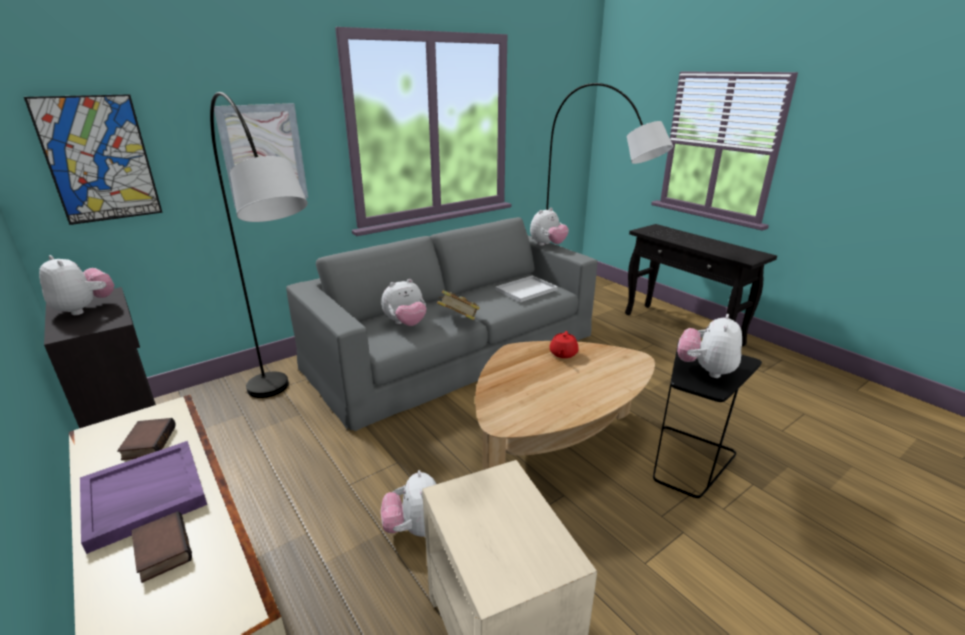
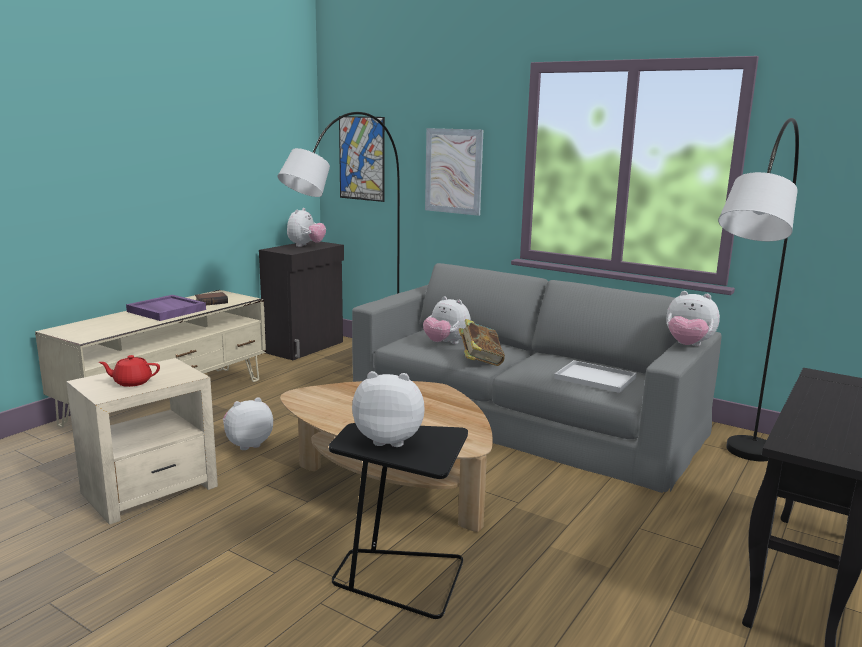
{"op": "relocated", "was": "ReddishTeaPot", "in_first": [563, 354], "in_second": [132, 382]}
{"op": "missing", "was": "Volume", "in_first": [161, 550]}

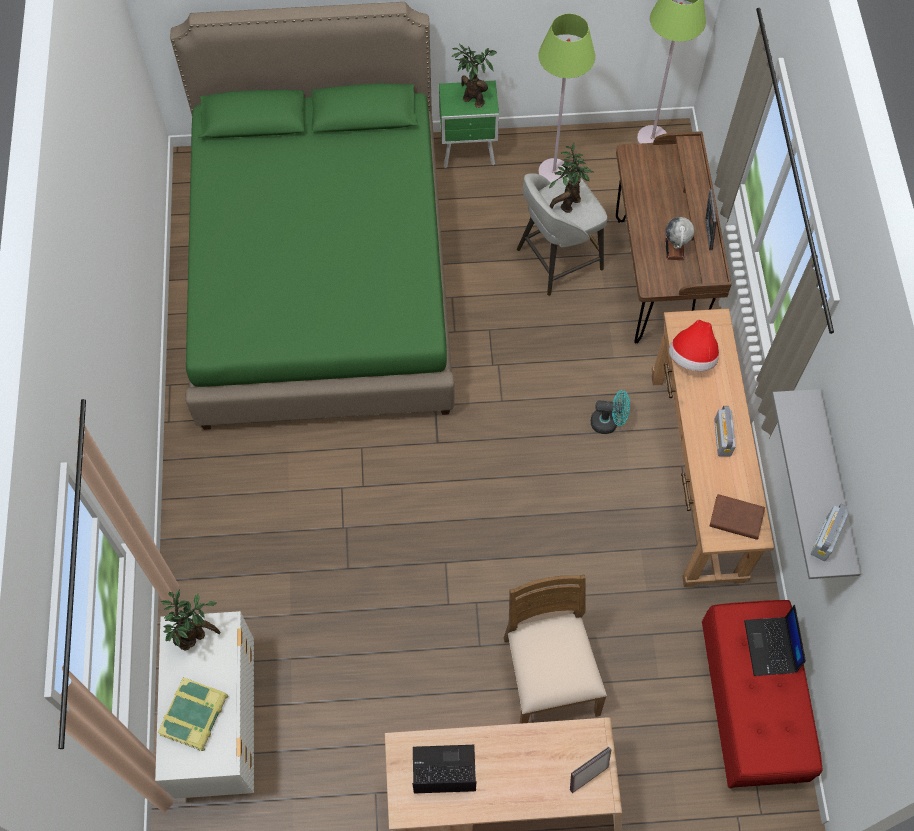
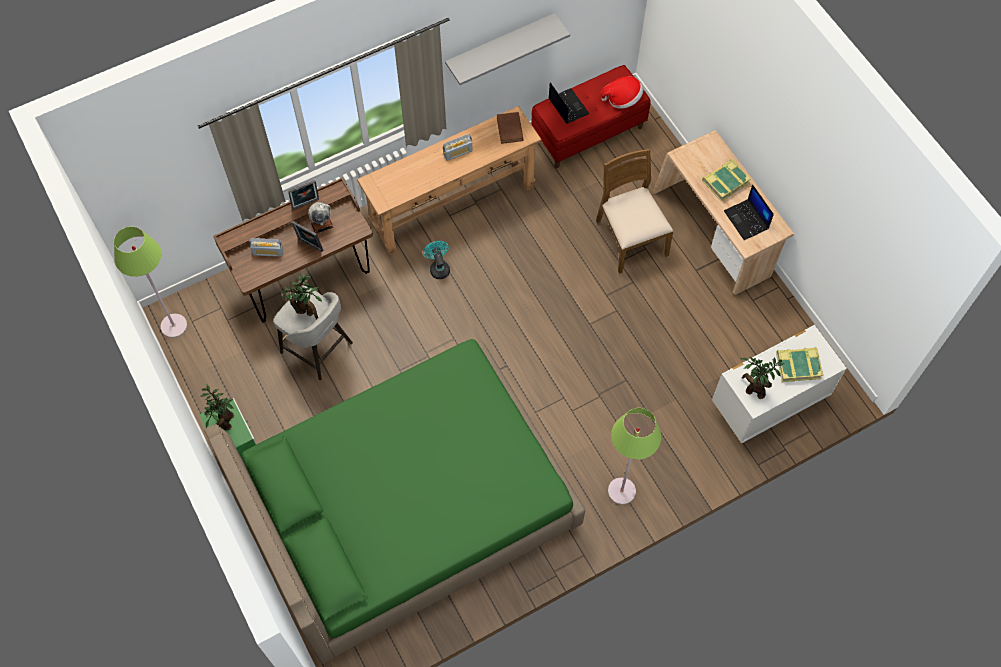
{"op": "relocated", "was": "GreenishStandardLamp", "in_first": [554, 172], "in_second": [621, 491]}
{"op": "relocated", "was": "WearableHat", "in_first": [692, 357], "in_second": [622, 99]}
{"op": "relocated", "was": "RadioSet", "in_first": [826, 538], "in_second": [268, 252]}
{"op": "spun", "was": "BrownColouredPlainChair", "in_first": [548, 675], "in_second": [630, 238], "clockwise": 105}
{"op": "spun", "was": "NotebookComputer", "in_first": [771, 647], "in_second": [567, 106], "clockwise": -90}
{"op": "relocated", "was": "StandingFrame", "in_first": [587, 776], "in_second": [310, 246]}
{"op": "appeared", "now": "Volume", "in_second": [725, 182]}

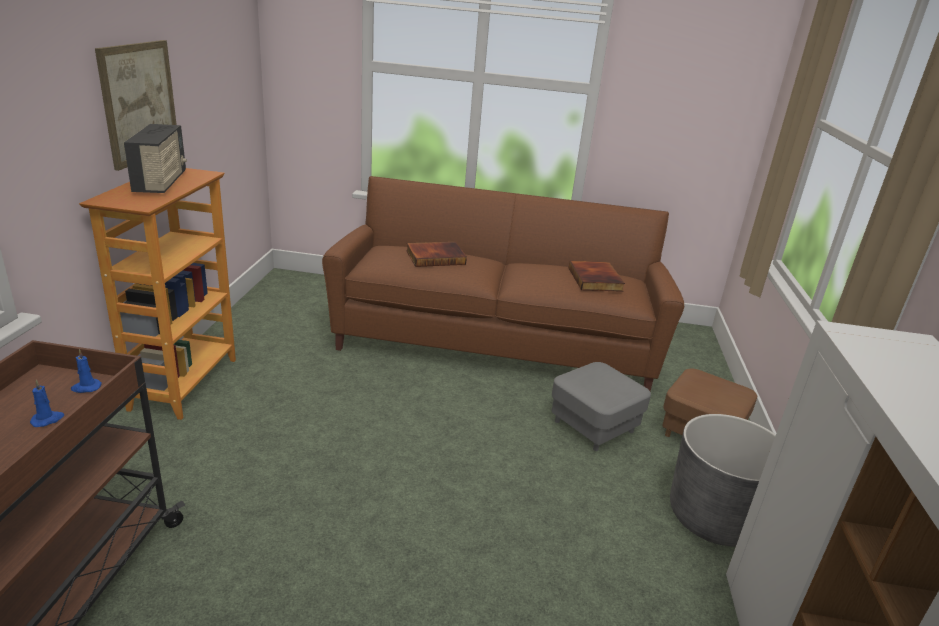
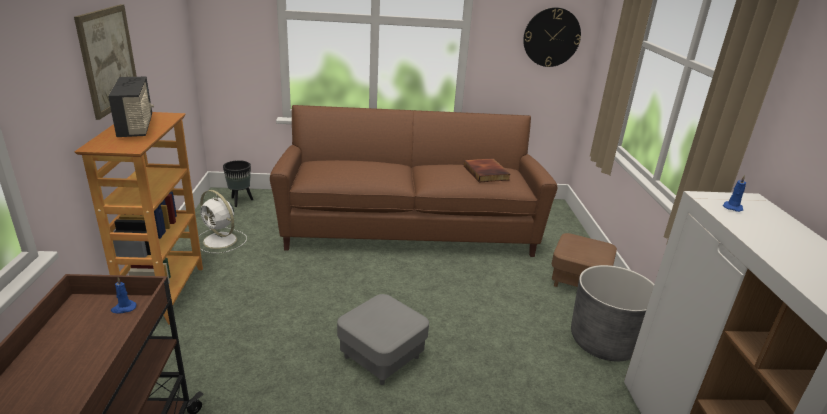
{"op": "missing", "was": "Volume", "in_first": [435, 257]}
{"op": "relocated", "was": "GreyishOttoman", "in_first": [594, 427], "in_second": [381, 357]}
{"op": "relocated", "was": "BluishWaxLight", "in_first": [48, 419], "in_second": [732, 207]}
{"op": "appeared", "now": "HangingClock", "in_second": [551, 37]}
{"op": "appeared", "now": "BlackPlantPot", "in_second": [240, 201]}
{"op": "appeared", "now": "WhitishFan", "in_second": [221, 241]}

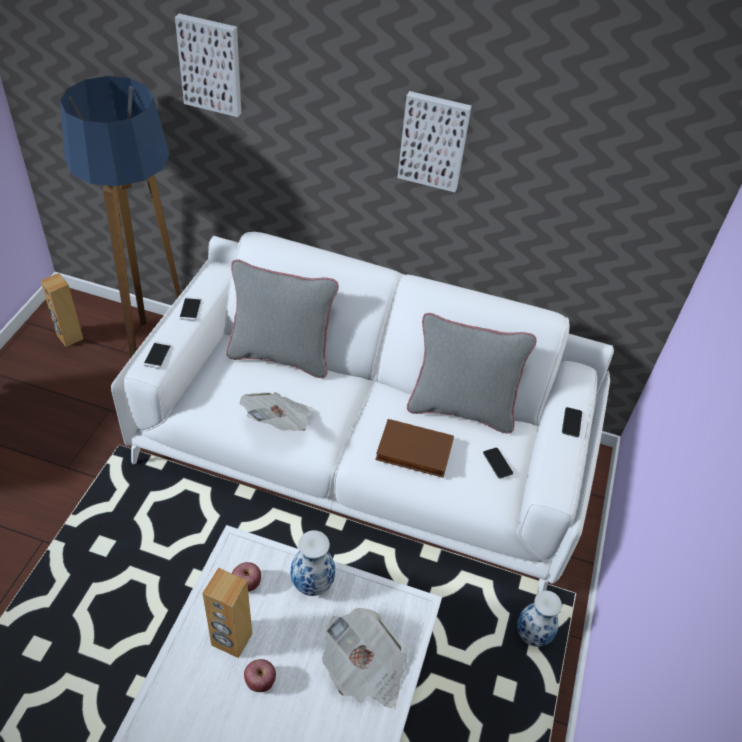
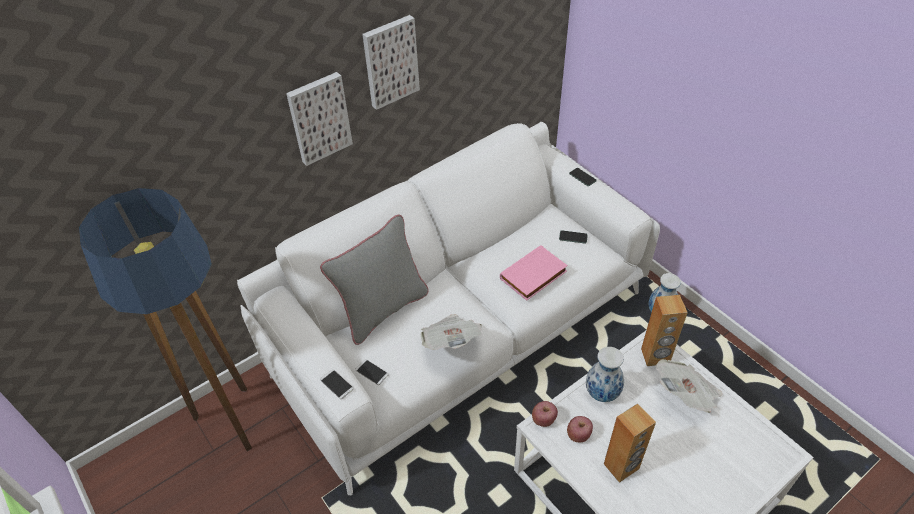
{"op": "relocated", "was": "Picture", "in_first": [211, 64], "in_second": [319, 118]}
{"op": "relocated", "was": "BrownColouredAudioSpeaker", "in_first": [69, 337], "in_second": [655, 356]}
{"op": "relocated", "was": "Phone", "in_first": [190, 309], "in_second": [372, 372]}
{"op": "missing", "was": "GreyishCushion", "in_first": [461, 409]}
{"op": "colour", "was": "BrownColouredVolume", "now": "PinkColouredVolume", "in_first": [413, 452], "in_second": [534, 276]}
{"op": "relocated", "was": "WholeApple", "in_first": [260, 681], "in_second": [543, 419]}

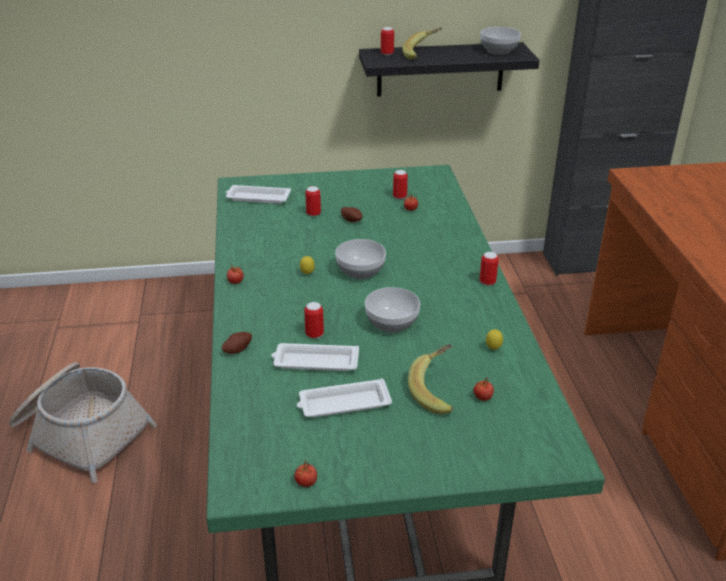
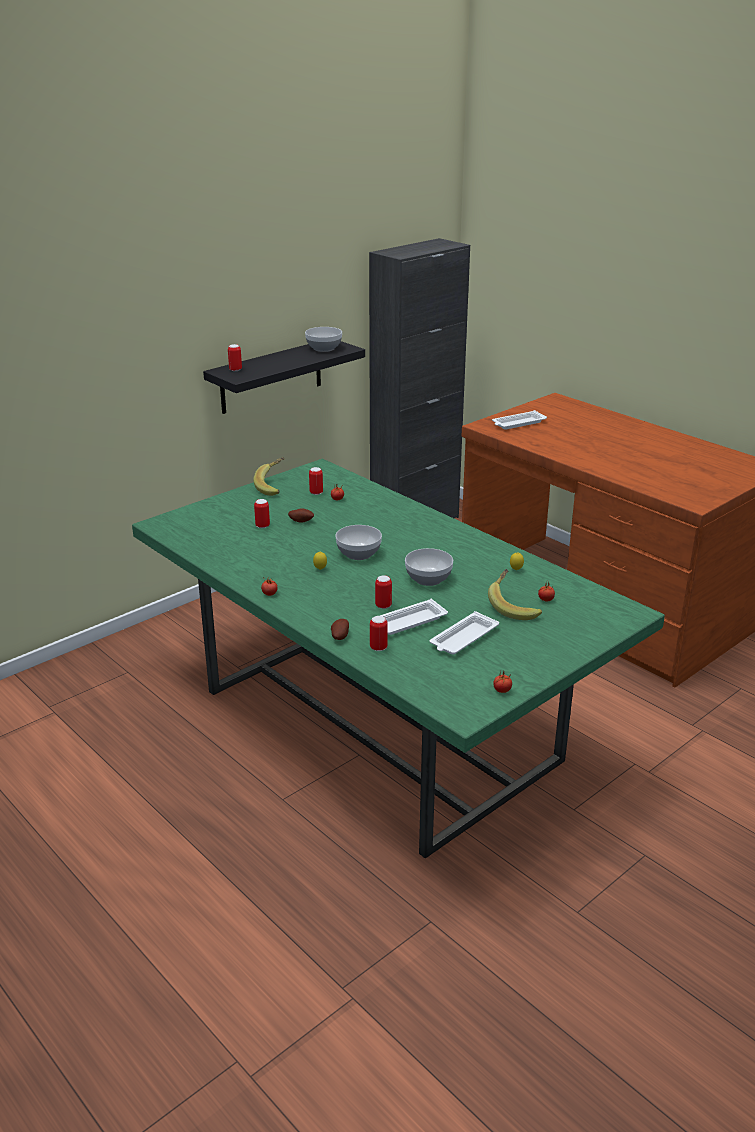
{"op": "relocated", "was": "WholeBanana", "in_first": [422, 54], "in_second": [274, 487]}
{"op": "relocated", "was": "WhitishCarryingTray", "in_first": [257, 198], "in_second": [518, 423]}
{"op": "relocated", "was": "MetalCan", "in_first": [487, 282], "in_second": [378, 647]}
{"op": "missing", "was": "Basket", "in_first": [81, 433]}

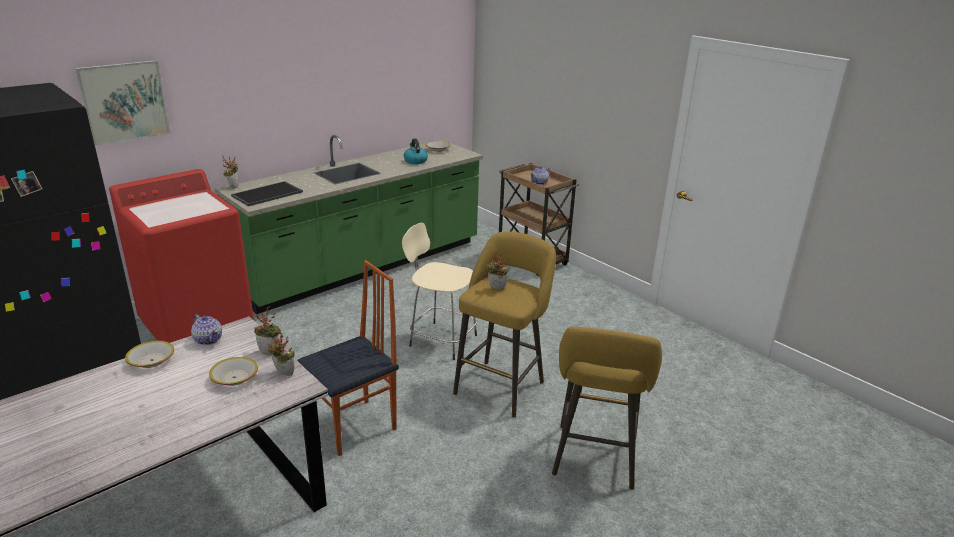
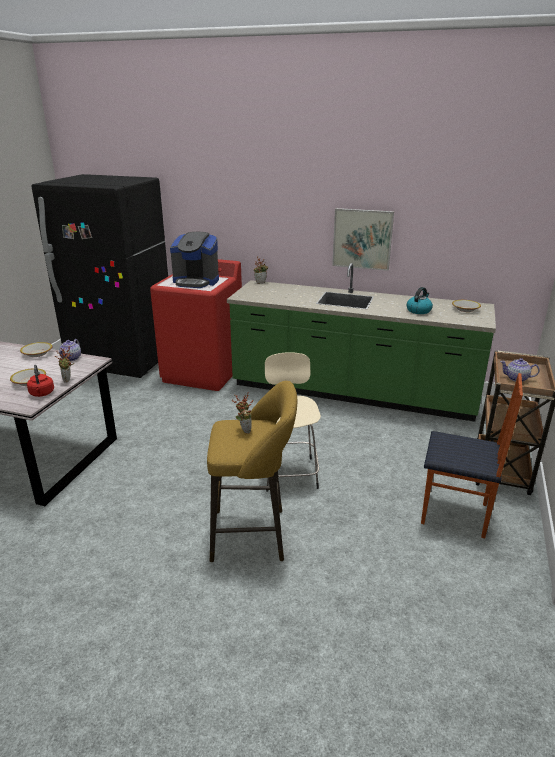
{"op": "relocated", "was": "Picture", "in_first": [124, 102], "in_second": [362, 239]}
{"op": "missing", "was": "CarryingTray", "in_first": [267, 194]}
{"op": "relocated", "was": "PlainChair", "in_first": [355, 427], "in_second": [455, 515]}
{"op": "missing", "was": "YellowishStool", "in_first": [594, 460]}
{"op": "exchanged", "was": "PottedPlant", "now": "ReddishTeaKettle", "in_first": [283, 374], "in_second": [42, 394]}
{"op": "appeared", "now": "CoffeeMachine", "in_second": [196, 281]}

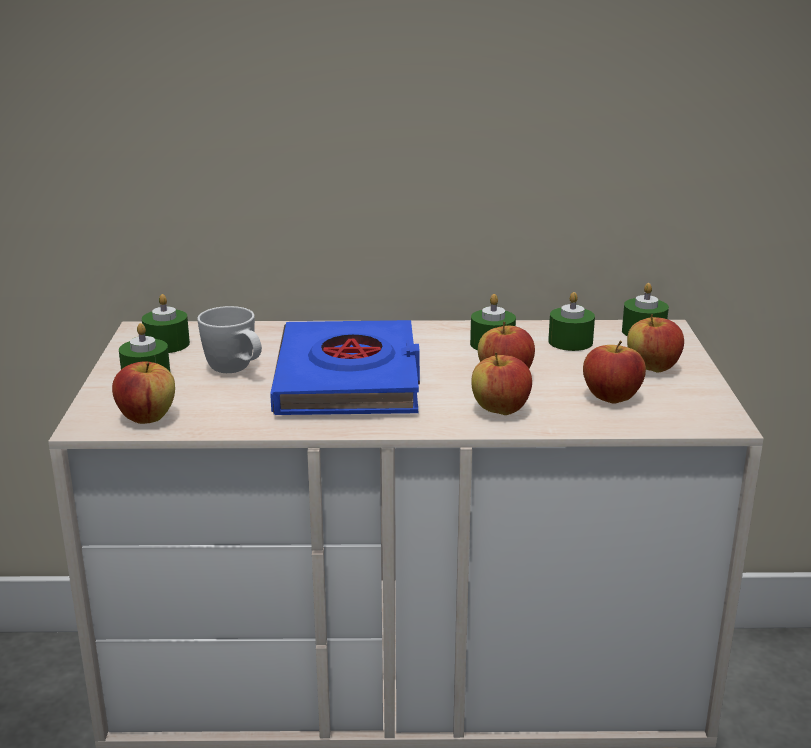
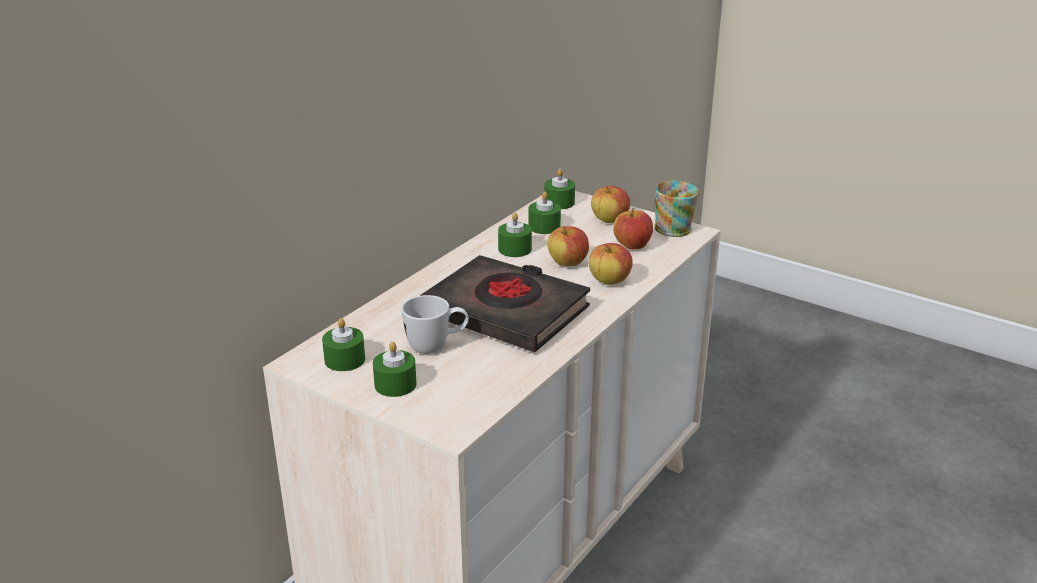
{"op": "colour", "was": "BluishVolume", "now": "BlackVolume", "in_first": [349, 380], "in_second": [506, 312]}
{"op": "missing", "was": "WholeApple", "in_first": [147, 417]}
{"op": "appeared", "now": "TeaMug", "in_second": [674, 227]}

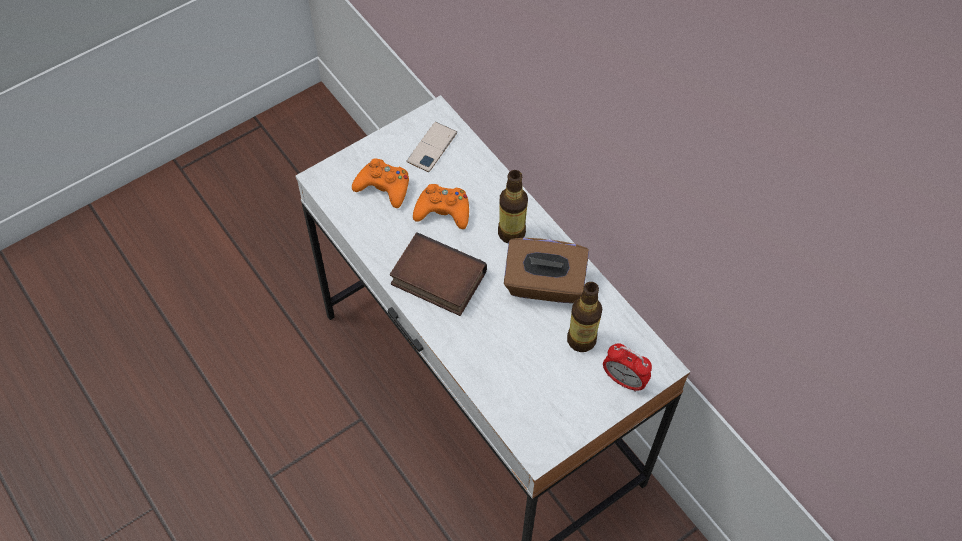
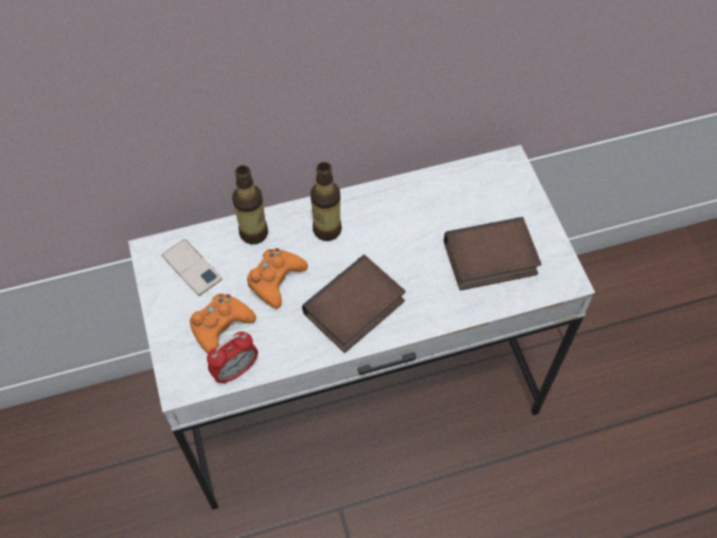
{"op": "missing", "was": "BrownColouredTissueBox", "in_first": [544, 285]}
{"op": "relocated", "was": "BeverageBottle", "in_first": [581, 340], "in_second": [254, 233]}
{"op": "relocated", "was": "TableClock", "in_first": [624, 380], "in_second": [236, 370]}
{"op": "appeared", "now": "Volume", "in_second": [489, 260]}

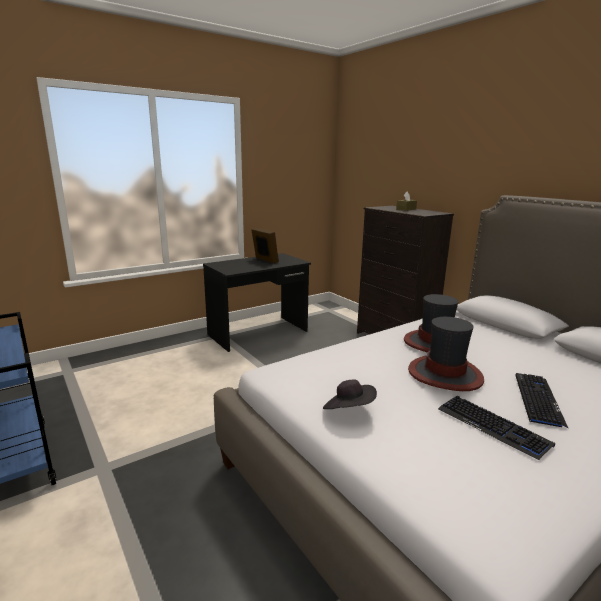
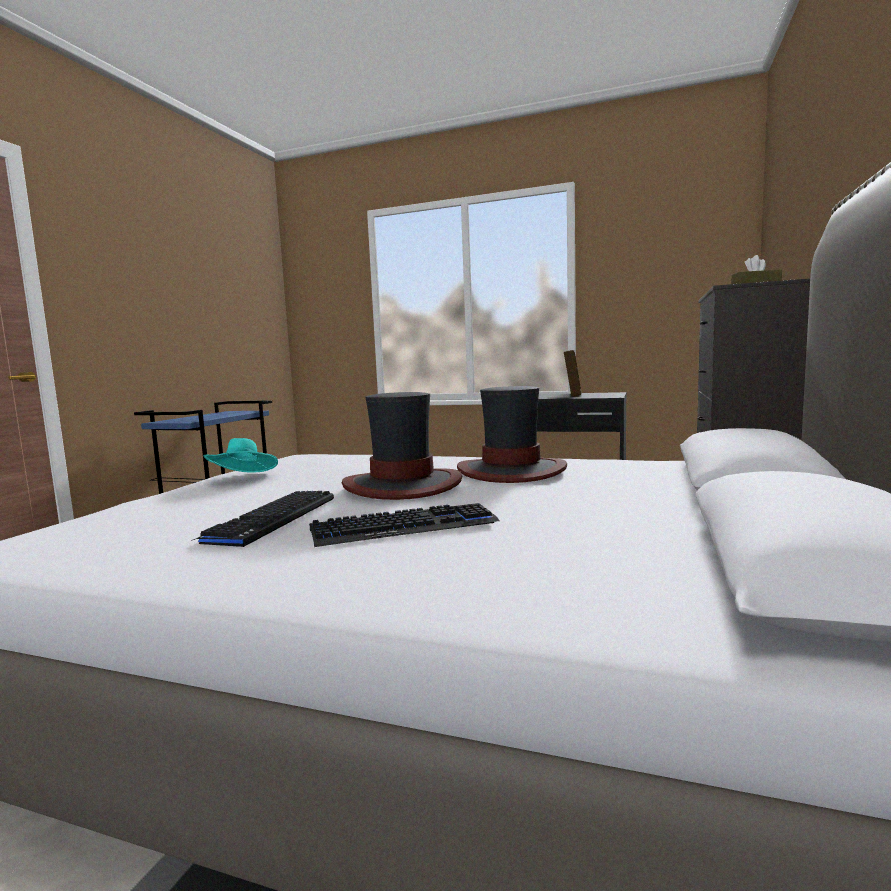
{"op": "colour", "was": "BlackWearableHat", "now": "BlueGreenWearableHat", "in_first": [349, 410], "in_second": [243, 478]}

